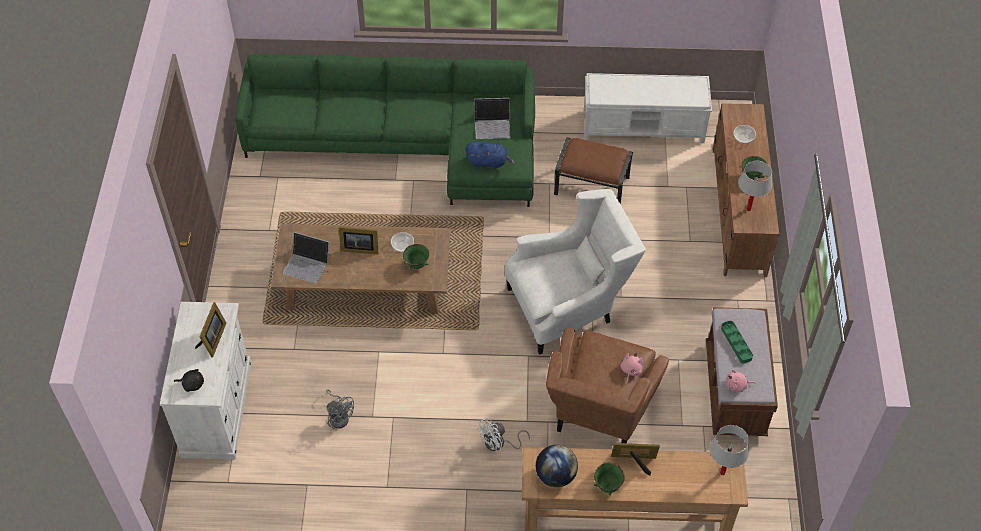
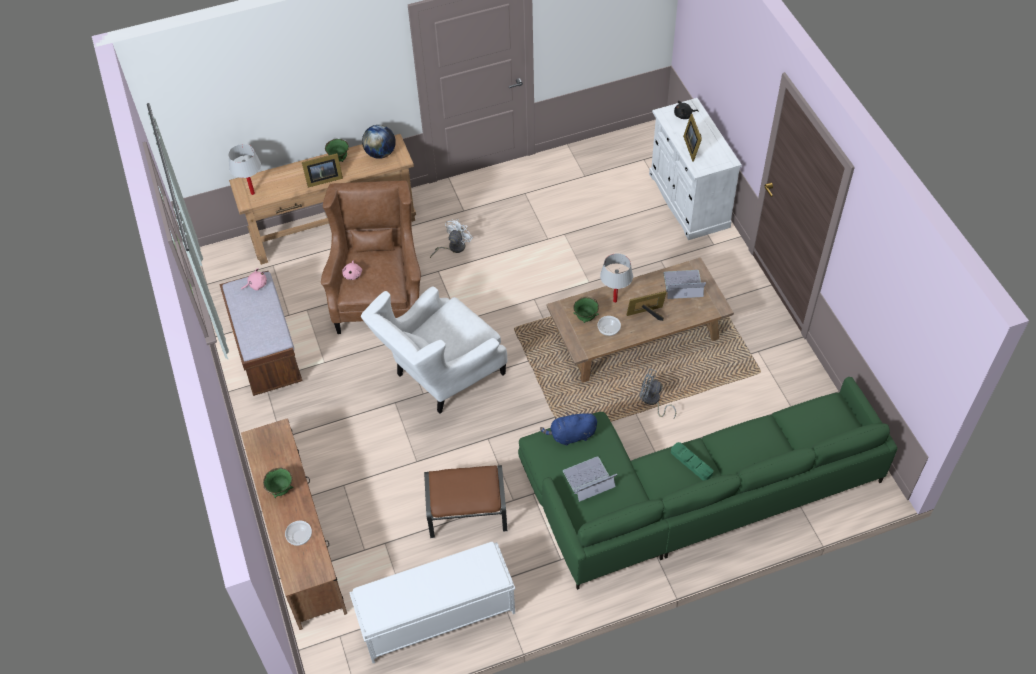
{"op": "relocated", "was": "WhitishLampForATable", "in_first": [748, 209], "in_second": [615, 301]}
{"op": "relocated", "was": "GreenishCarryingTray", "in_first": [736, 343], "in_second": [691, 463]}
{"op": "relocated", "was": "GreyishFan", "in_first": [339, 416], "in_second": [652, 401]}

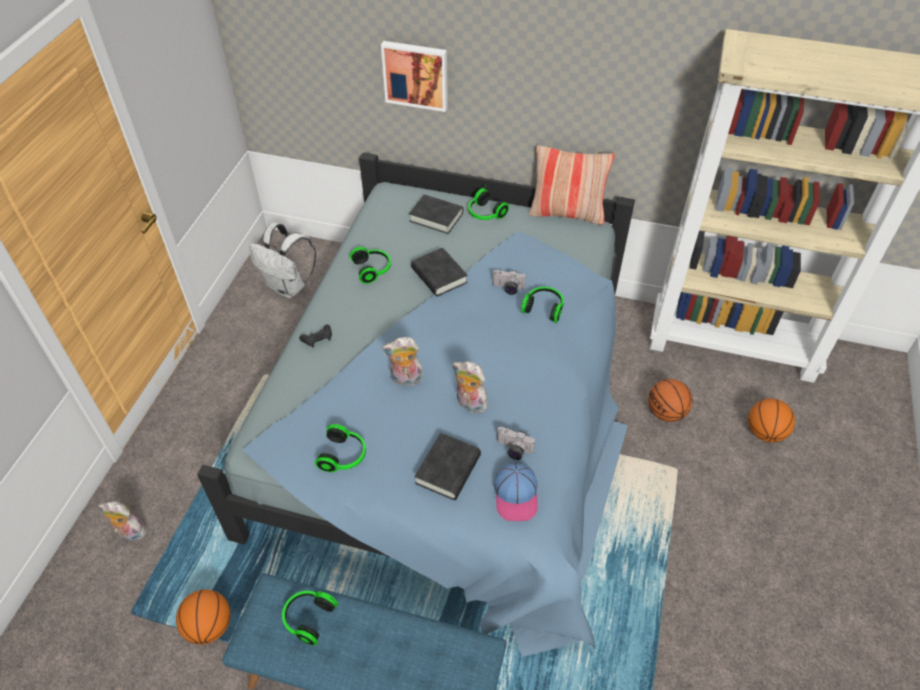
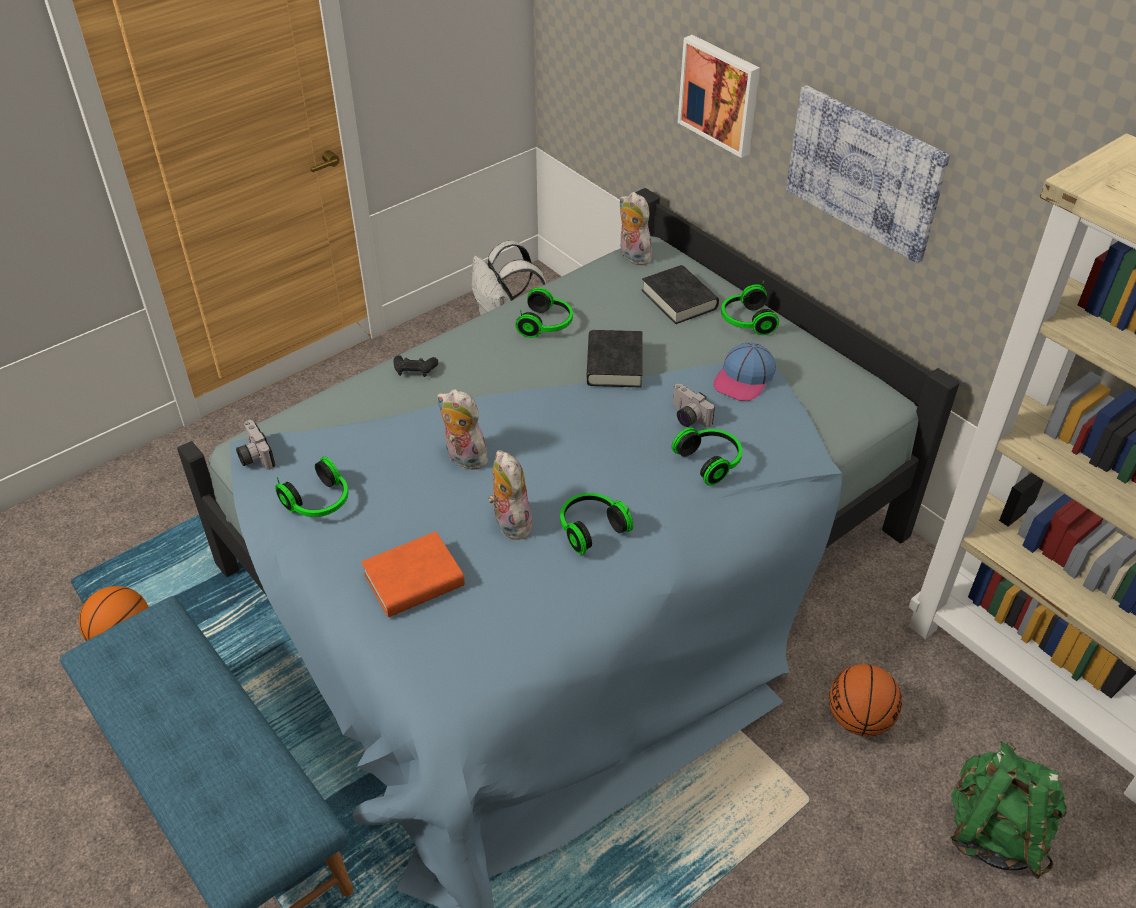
{"op": "missing", "was": "Cushion", "in_first": [567, 213]}
{"op": "exchanged", "was": "BallForBasketball", "now": "GreenishBackpack", "in_first": [765, 432], "in_second": [994, 832]}
{"op": "relocated", "was": "PhotoCamera", "in_first": [513, 450], "in_second": [253, 456]}
{"op": "colour", "was": "BlackVolume", "now": "OrangeVolume", "in_first": [448, 470], "in_second": [414, 580]}
{"op": "relocated", "was": "PeakedCap", "in_first": [516, 495], "in_second": [744, 379]}
{"op": "relocated", "was": "PlushToy", "in_first": [129, 533], "in_second": [632, 256]}
{"op": "relocated", "was": "Headphones", "in_first": [308, 618], "in_second": [590, 528]}
{"op": "appeared", "now": "Picture", "in_second": [864, 172]}

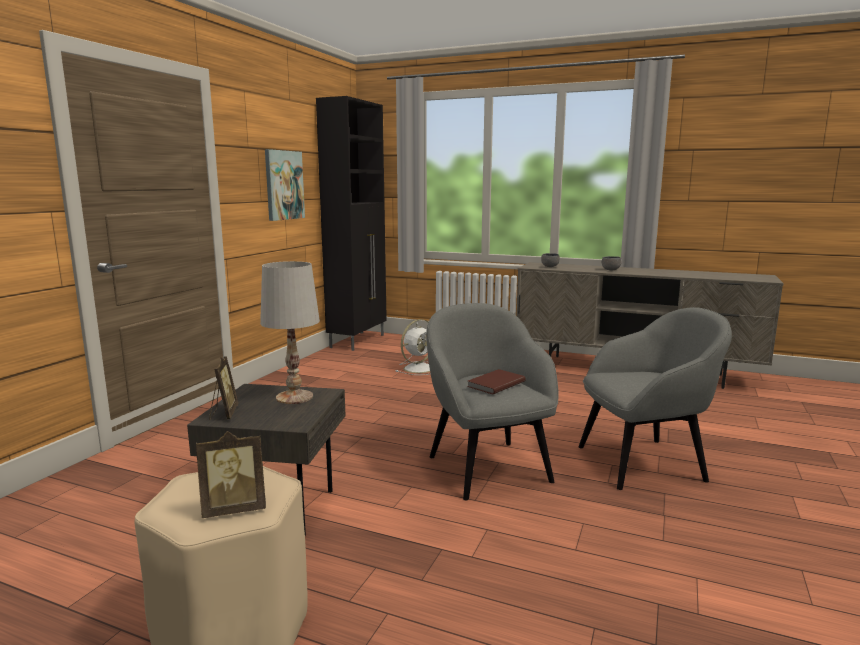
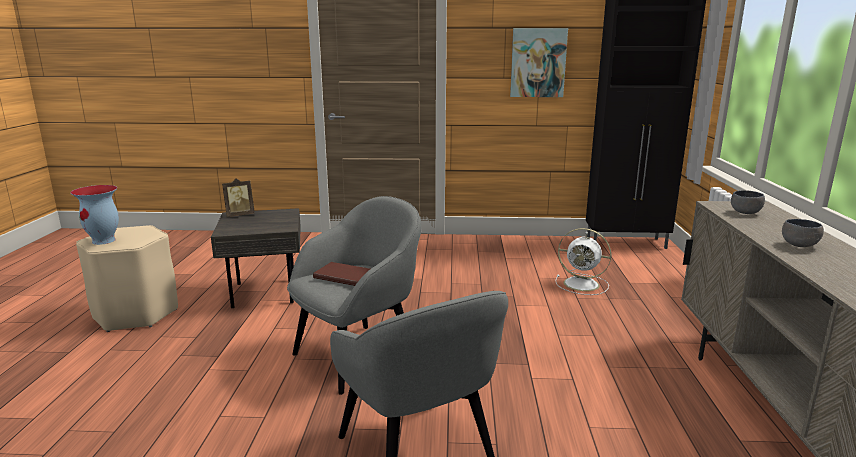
{"op": "missing", "was": "WhitishLampForATable", "in_first": [295, 397]}
{"op": "exchanged", "was": "StandingFrame", "now": "Vase", "in_first": [234, 509], "in_second": [104, 241]}

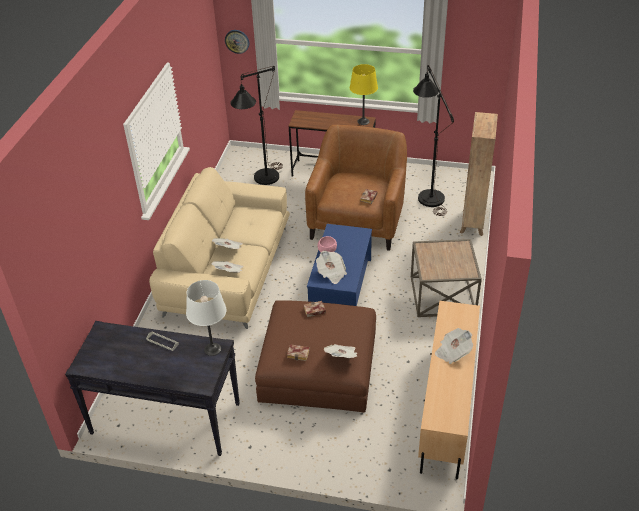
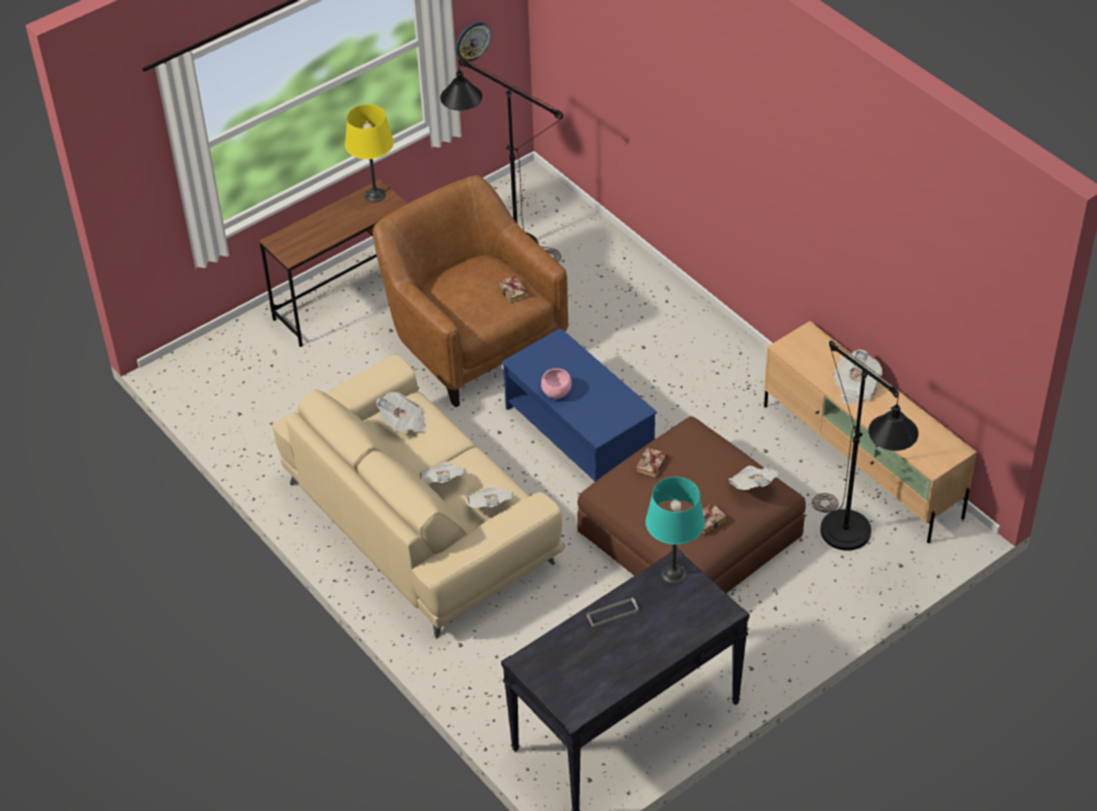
{"op": "relocated", "was": "HangingClock", "in_first": [237, 41], "in_second": [472, 41]}
{"op": "relocated", "was": "BlackStandardLamp", "in_first": [263, 181], "in_second": [853, 541]}
{"op": "missing", "was": "BrownColouredBookcase", "in_first": [472, 223]}
{"op": "missing", "was": "BrownColouredEndTable", "in_first": [443, 295]}
{"op": "relocated", "was": "PrintedPaper", "in_first": [331, 273], "in_second": [403, 423]}
{"op": "colour", "was": "WhitishLampForATable", "now": "BlueGreenLampForATable", "in_first": [212, 349], "in_second": [674, 574]}

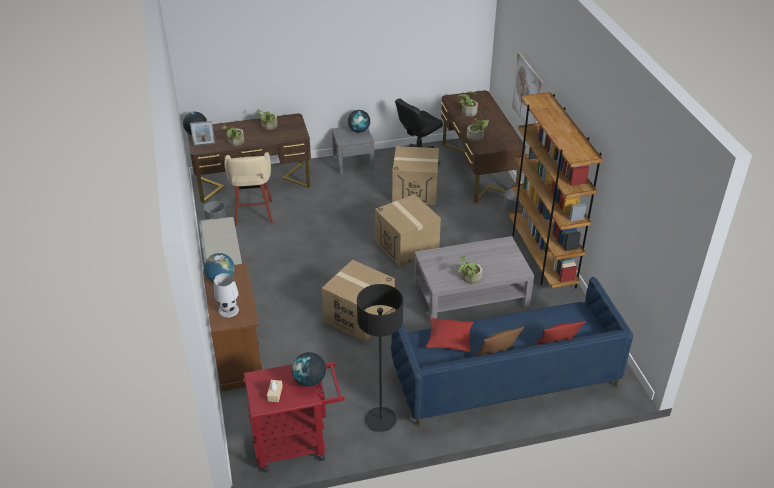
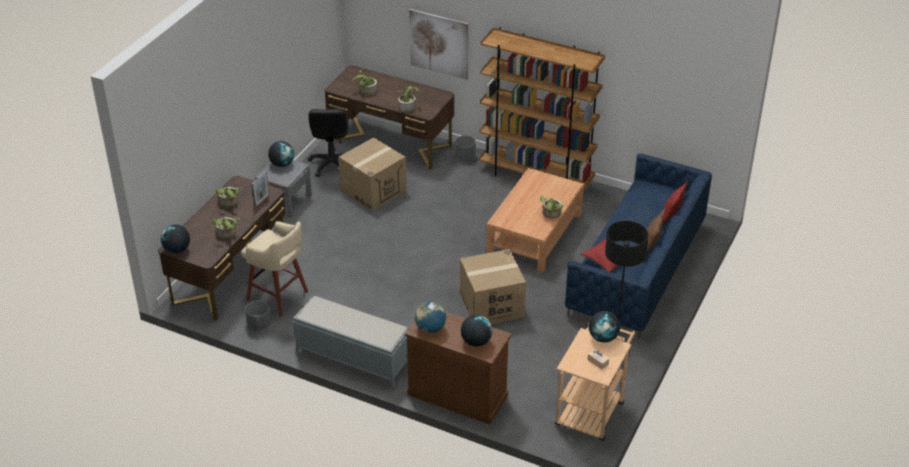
{"op": "relocated", "was": "StandingFrame", "in_first": [204, 144], "in_second": [262, 200]}
{"op": "missing", "was": "CardboardBox", "in_first": [407, 246]}
{"op": "colour", "was": "GreyishCoffeeTable", "now": "BrownColouredCoffeeTable", "in_first": [470, 294], "in_second": [534, 235]}
{"op": "exchanged", "was": "WhitishLampForATable", "now": "WorldGlobe", "in_first": [228, 310], "in_second": [476, 342]}
{"op": "colour", "was": "ReddishWheeledCart", "now": "BeigeColouredWheeledCart", "in_first": [296, 443], "in_second": [592, 409]}

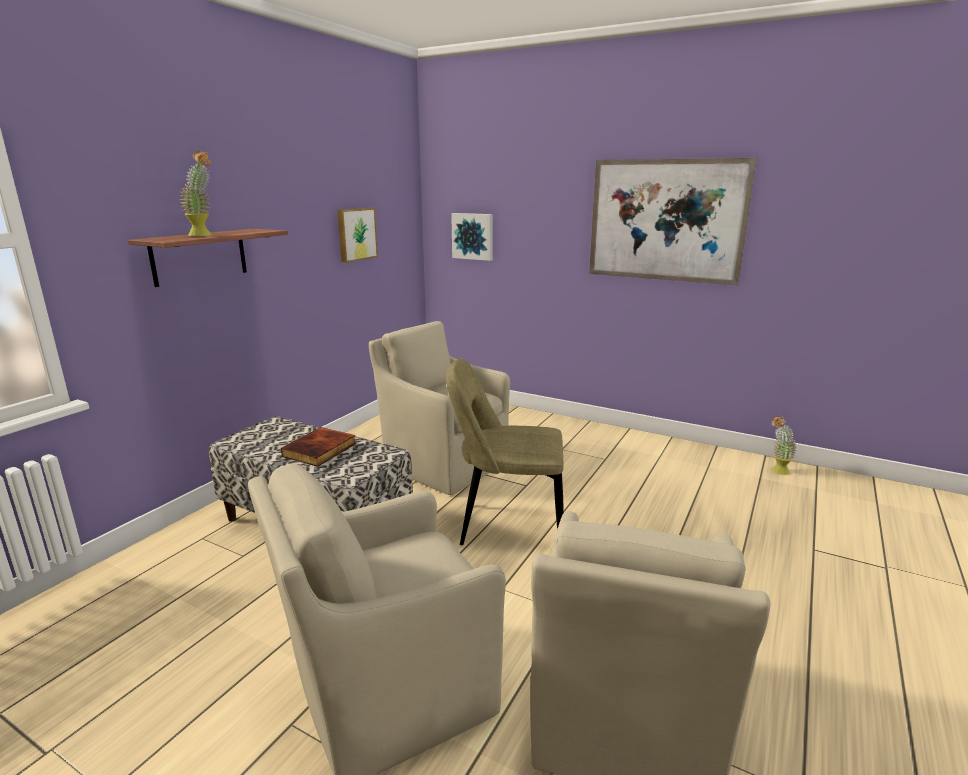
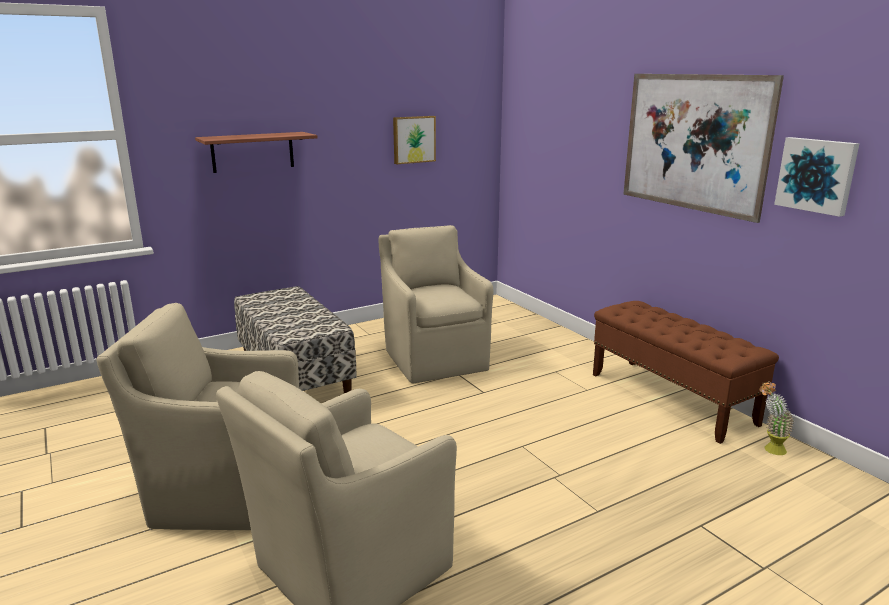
{"op": "missing", "was": "PottedPlant", "in_first": [204, 235]}
{"op": "relocated", "was": "Picture", "in_first": [473, 236], "in_second": [816, 175]}
{"op": "missing", "was": "BeigeColouredPlainChair", "in_first": [506, 526]}
{"op": "missing", "was": "Volume", "in_first": [320, 450]}
{"op": "appeared", "now": "BrownColouredLongSeat", "in_second": [671, 398]}

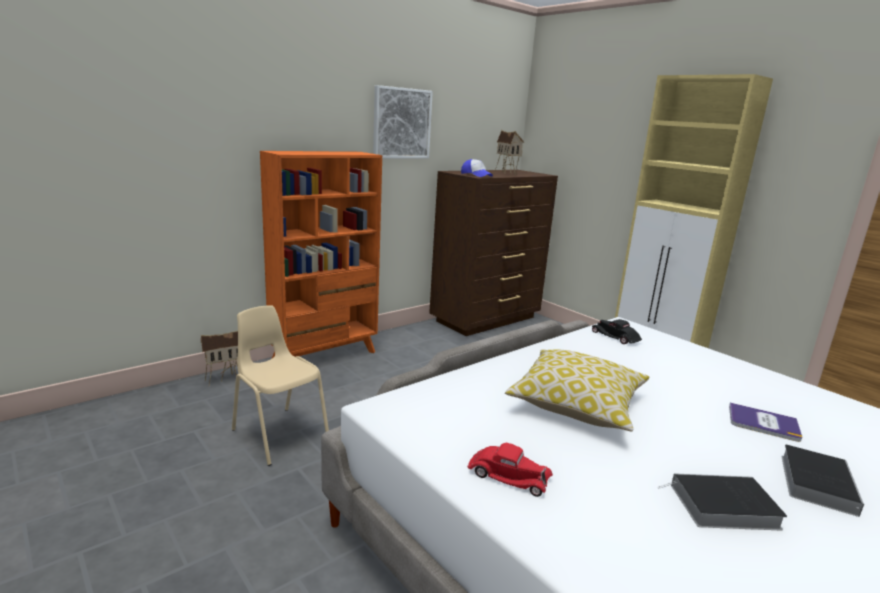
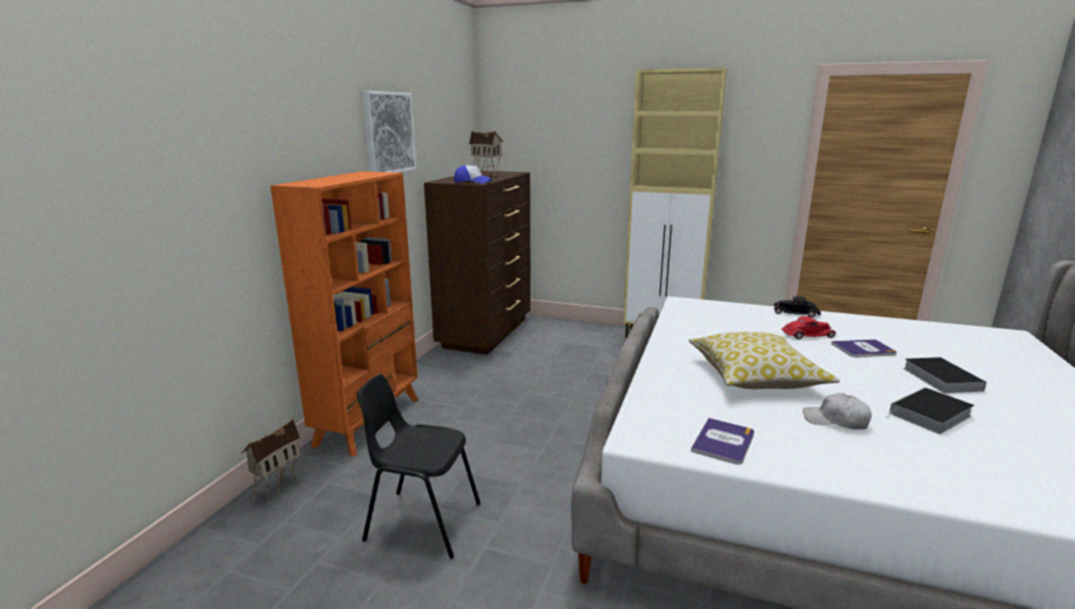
{"op": "colour", "was": "BeigeColouredPlainChair", "now": "BlackPlainChair", "in_first": [279, 434], "in_second": [422, 521]}
{"op": "relocated", "was": "BlackMiniatureCar", "in_first": [615, 337], "in_second": [796, 313]}
{"op": "relocated", "was": "ReddishMiniatureCar", "in_first": [508, 476], "in_second": [807, 335]}
{"op": "appeared", "now": "WhitishPeakedCap", "in_second": [835, 420]}
{"op": "appeared", "now": "Volume", "in_second": [723, 442]}

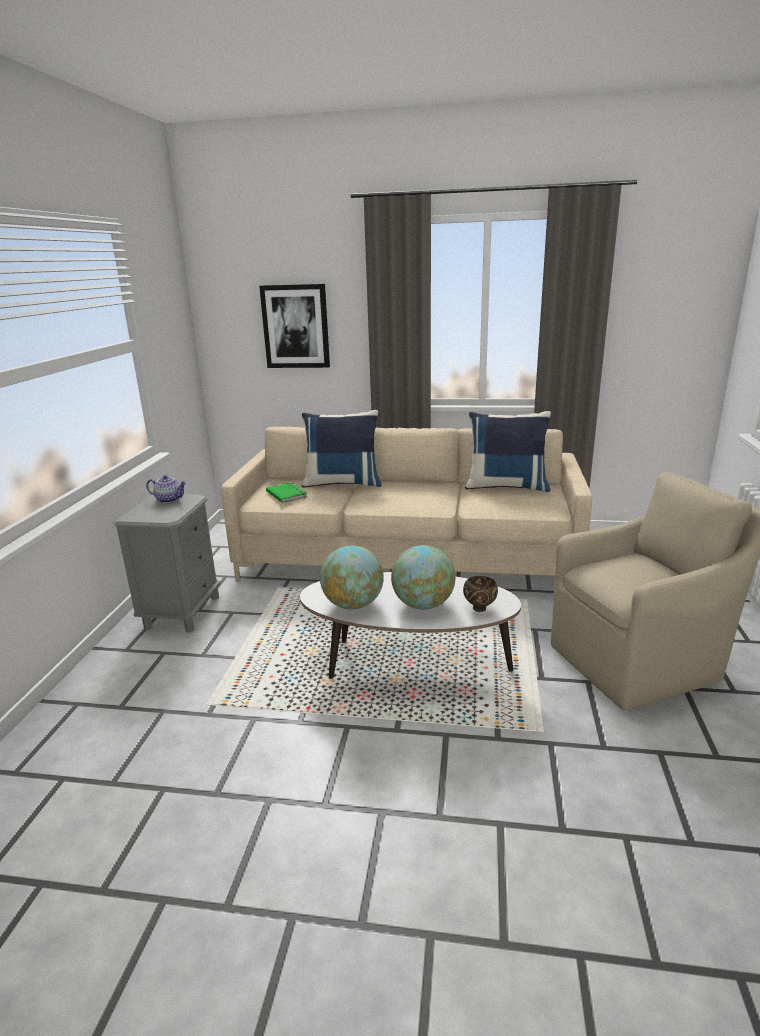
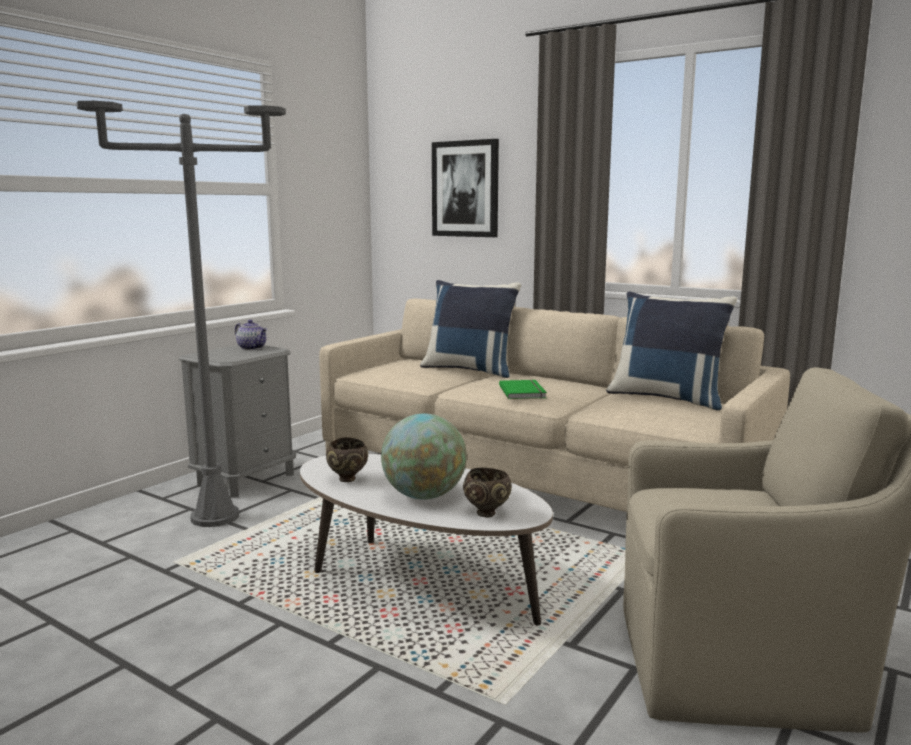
{"op": "relocated", "was": "GreenishVolume", "in_first": [288, 494], "in_second": [524, 392]}
{"op": "exchanged", "was": "WorldGlobe", "now": "BrownColouredServingBowl", "in_first": [353, 605], "in_second": [348, 480]}
{"op": "appeared", "now": "GreyishStandardLamp", "in_second": [215, 517]}

